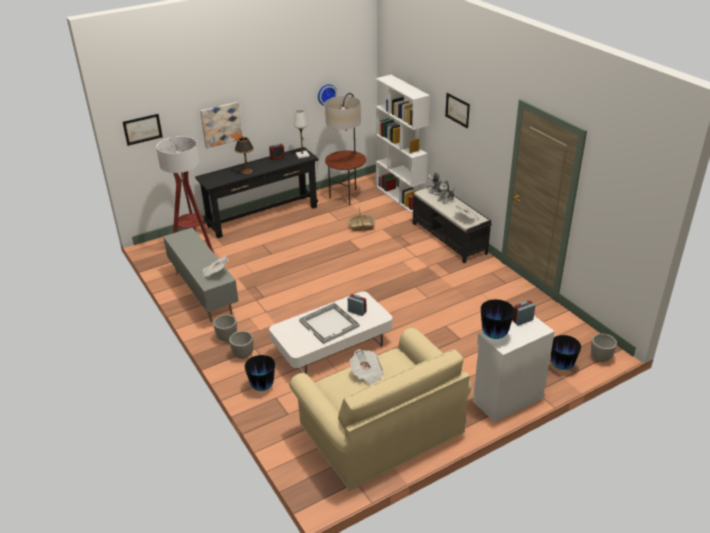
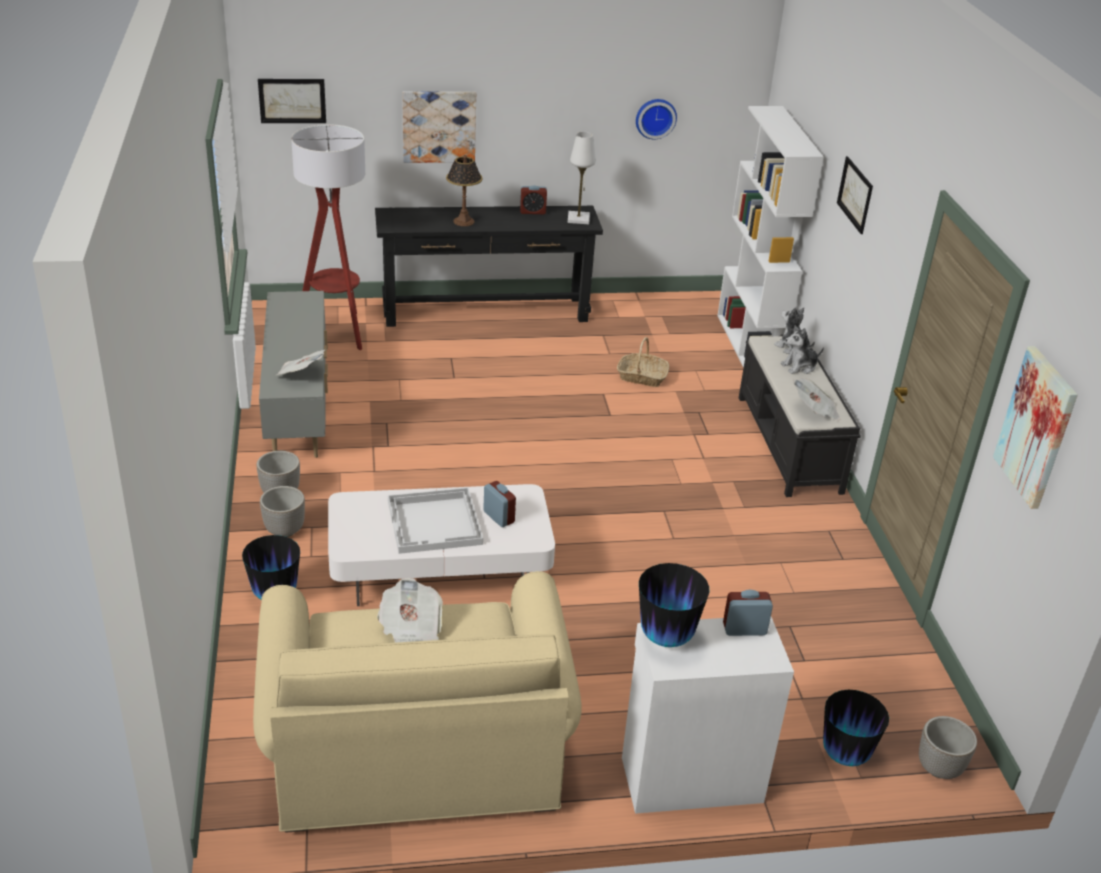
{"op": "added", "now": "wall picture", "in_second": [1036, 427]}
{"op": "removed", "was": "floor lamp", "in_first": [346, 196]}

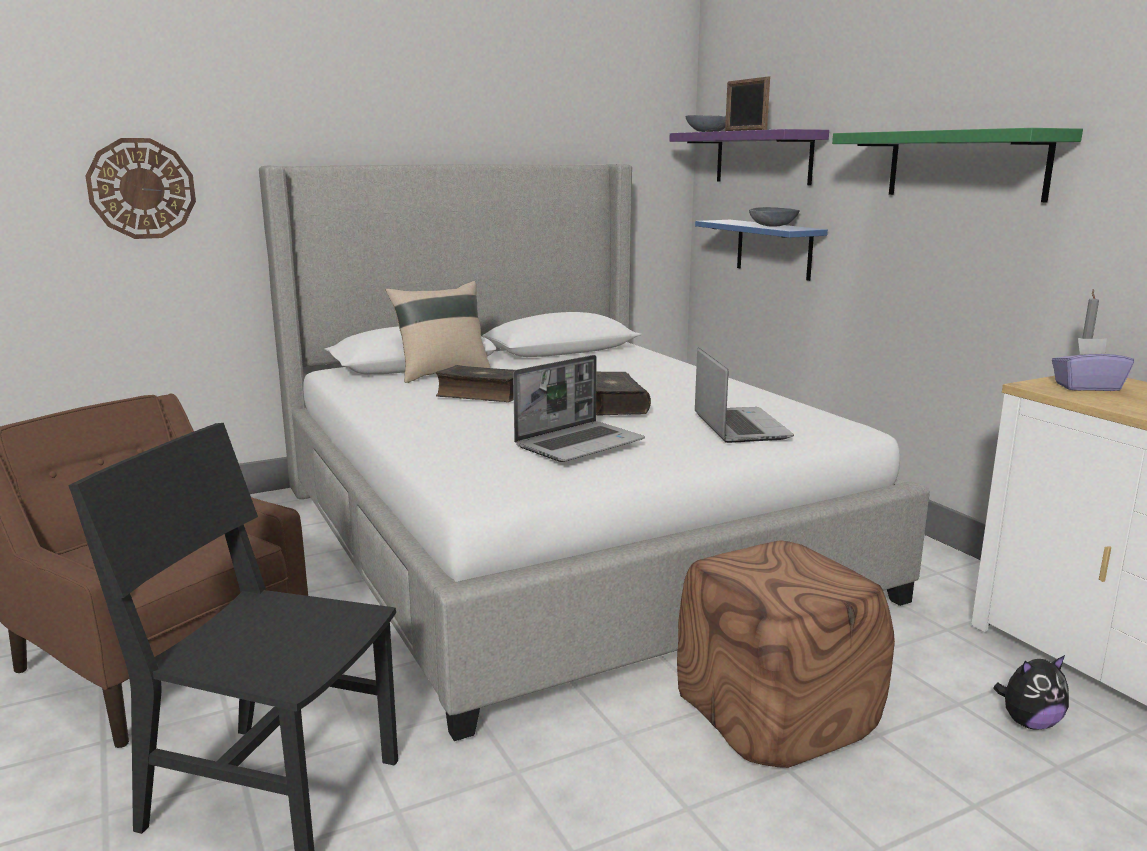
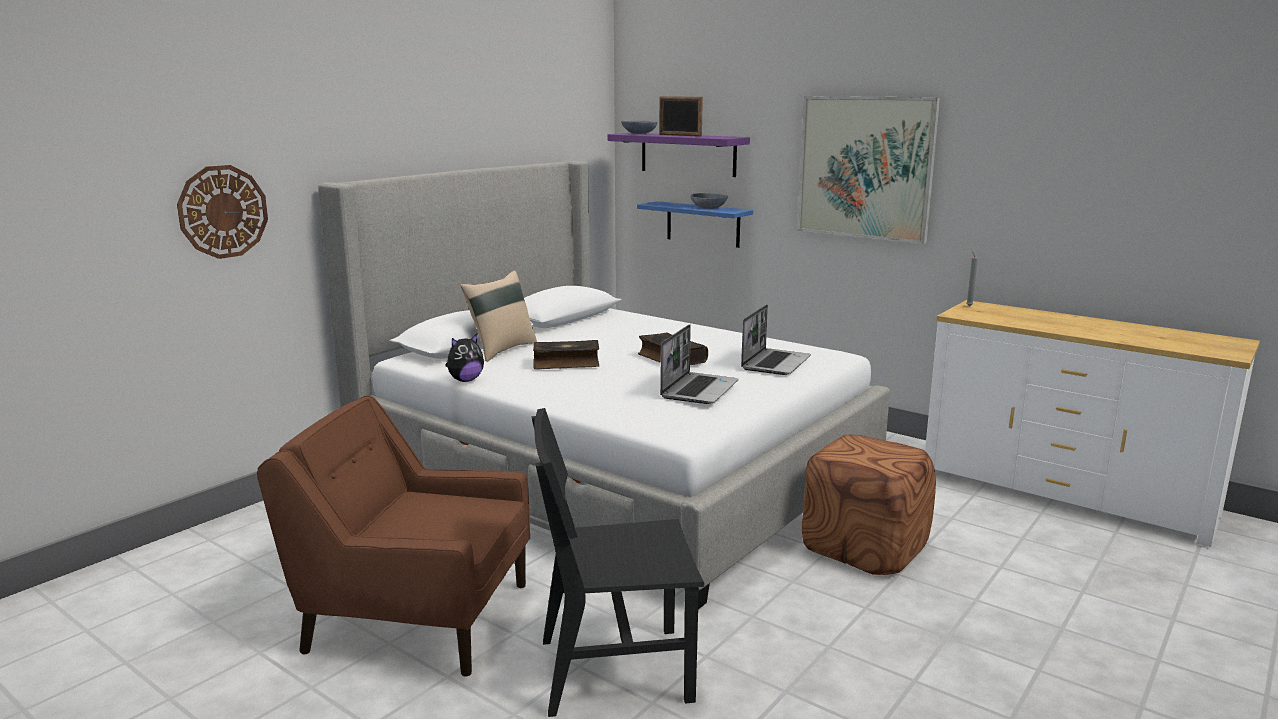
{"op": "moved", "was": "soft toy", "in_first": [1029, 722], "in_second": [465, 380]}
{"op": "turned", "was": "notebook computer", "in_first": [739, 426], "in_second": [775, 363], "clockwise": 60}
{"op": "replaced", "was": "bracket shelf (green)", "now": "wall picture", "in_first": [965, 165], "in_second": [865, 168]}
{"op": "removed", "was": "box of tissues (purple)", "in_first": [1087, 387]}

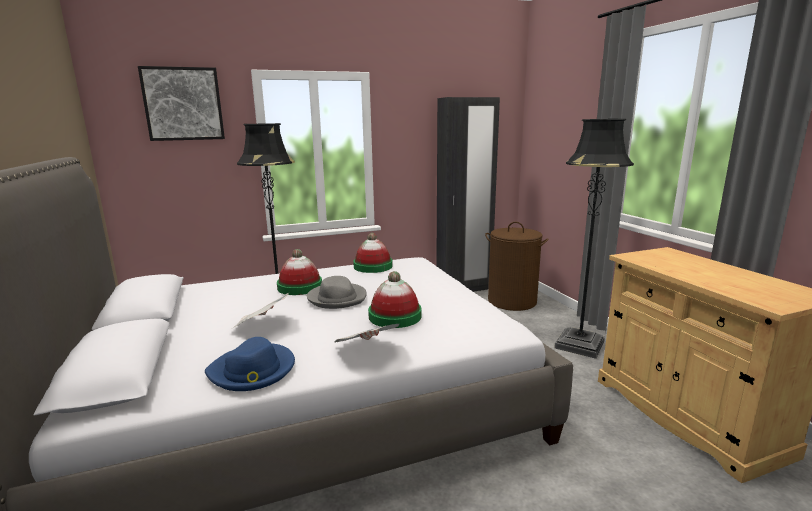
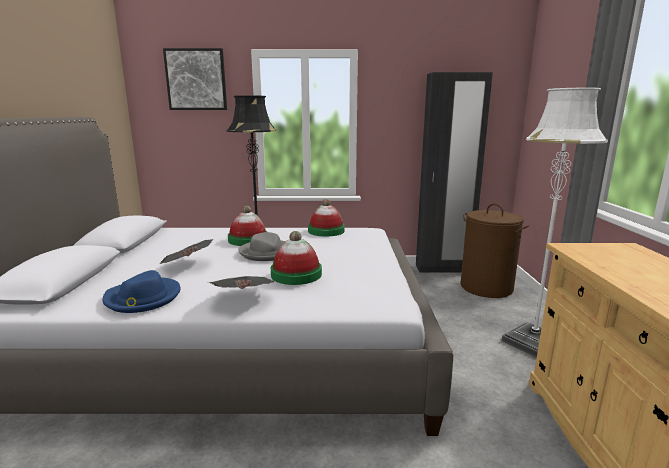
{"op": "recoloured", "was": "floor lamp (blackish)", "now": "floor lamp (whitish)", "in_first": [579, 345], "in_second": [533, 343]}

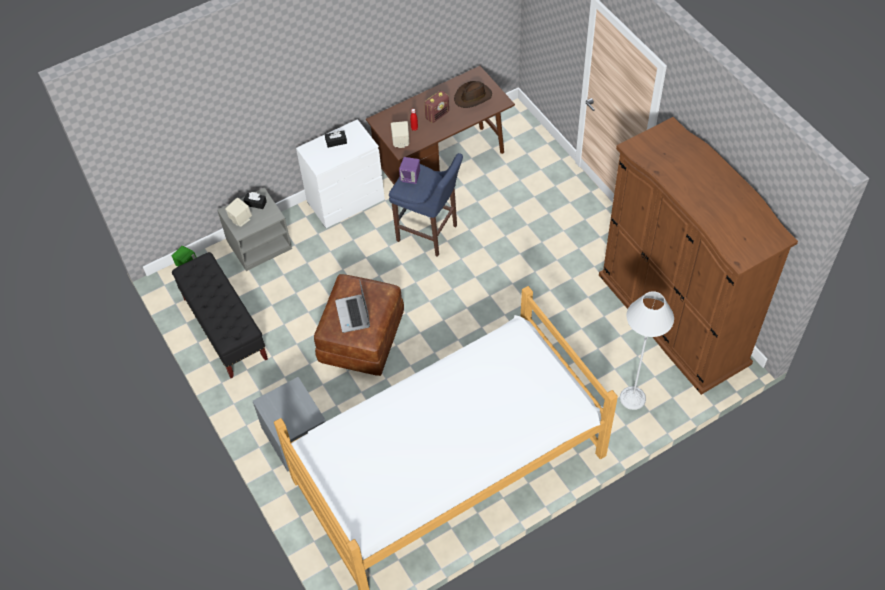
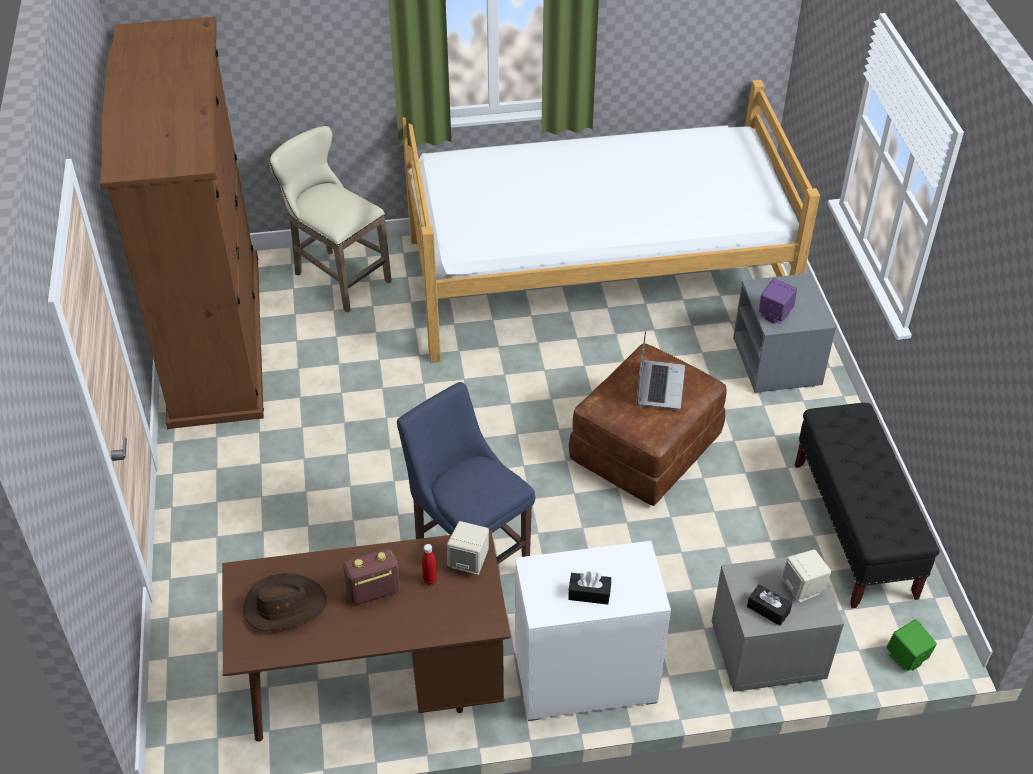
{"op": "replaced", "was": "floor lamp (greyish)", "now": "sitting stool (sand-coloured)", "in_first": [632, 398], "in_second": [337, 276]}
{"op": "moved", "was": "speaker (purple)", "in_first": [410, 178], "in_second": [774, 314]}

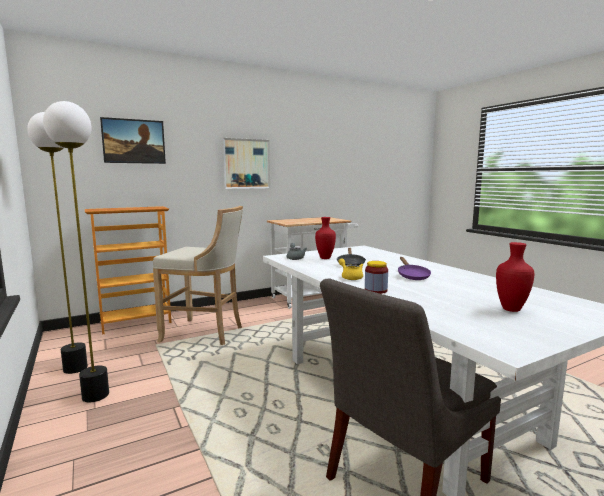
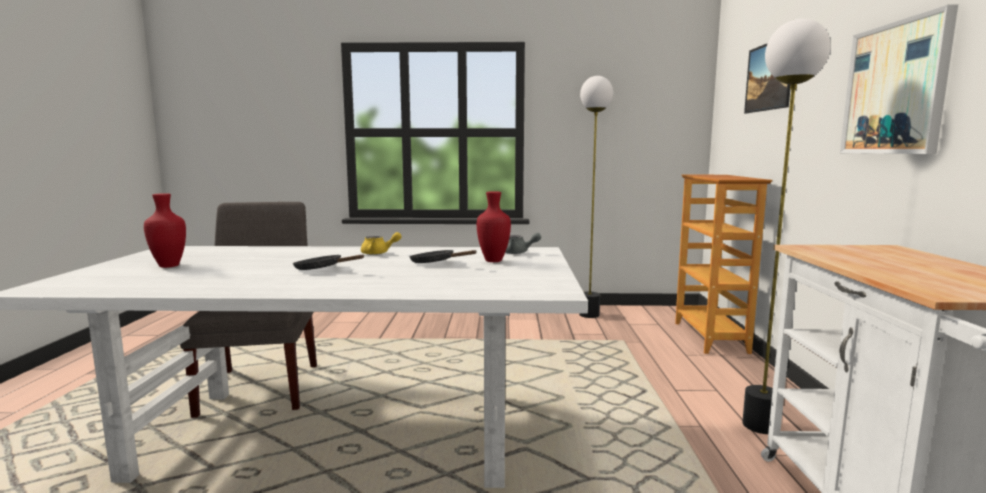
{"op": "recoloured", "was": "skillet (purple)", "now": "skillet (blackish)", "in_first": [412, 276], "in_second": [322, 269]}
{"op": "moved", "was": "floor lamp", "in_first": [95, 395], "in_second": [760, 425]}
{"op": "removed", "was": "sitting stool (sand-coloured)", "in_first": [205, 333]}
{"op": "removed", "was": "storage jar", "in_first": [375, 290]}

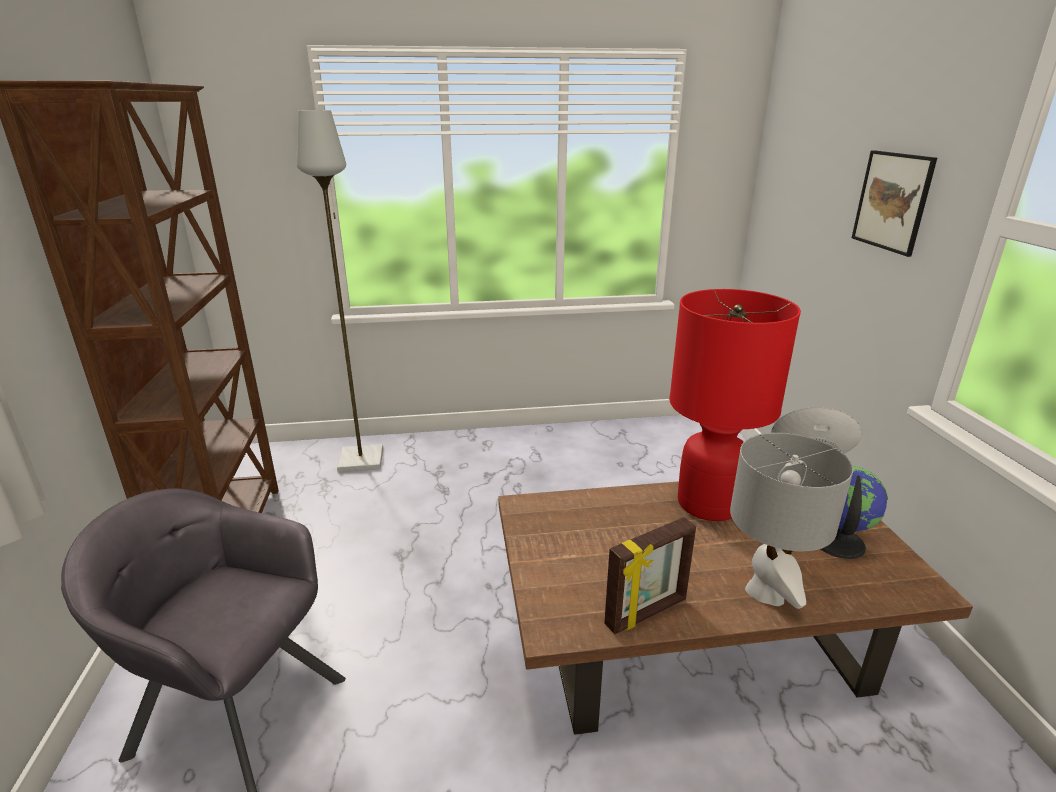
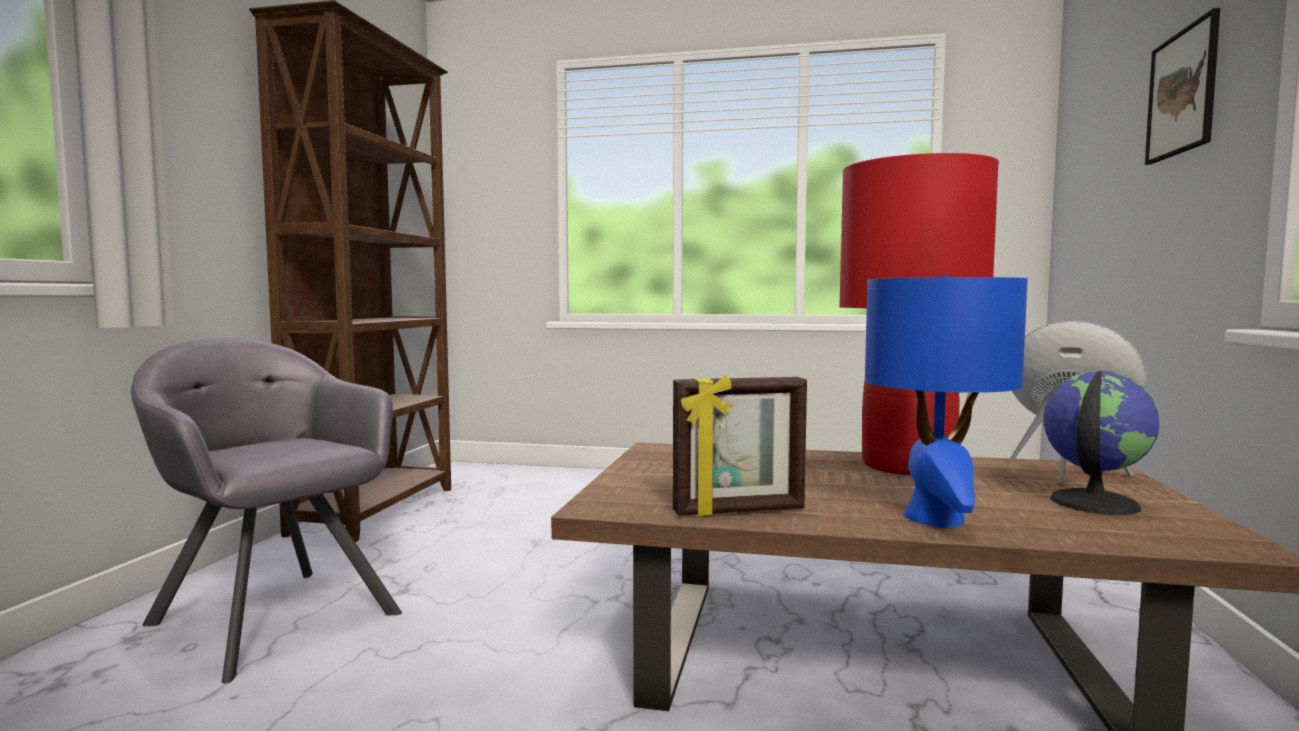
{"op": "recoloured", "was": "tabletop lamp (greyish)", "now": "tabletop lamp (blue-coloured)", "in_first": [766, 592], "in_second": [935, 518]}
{"op": "removed", "was": "floor lamp (greyish)", "in_first": [362, 459]}

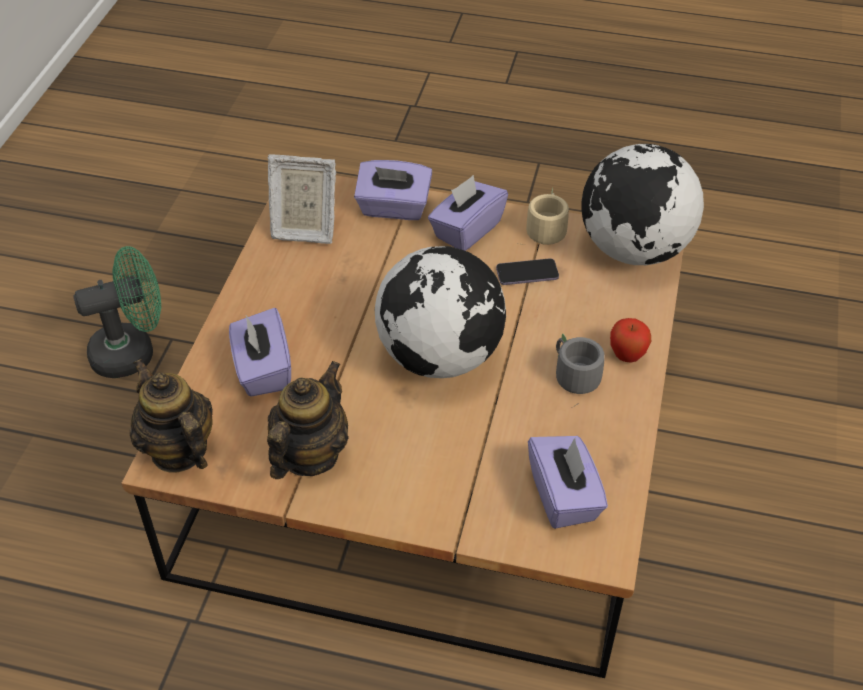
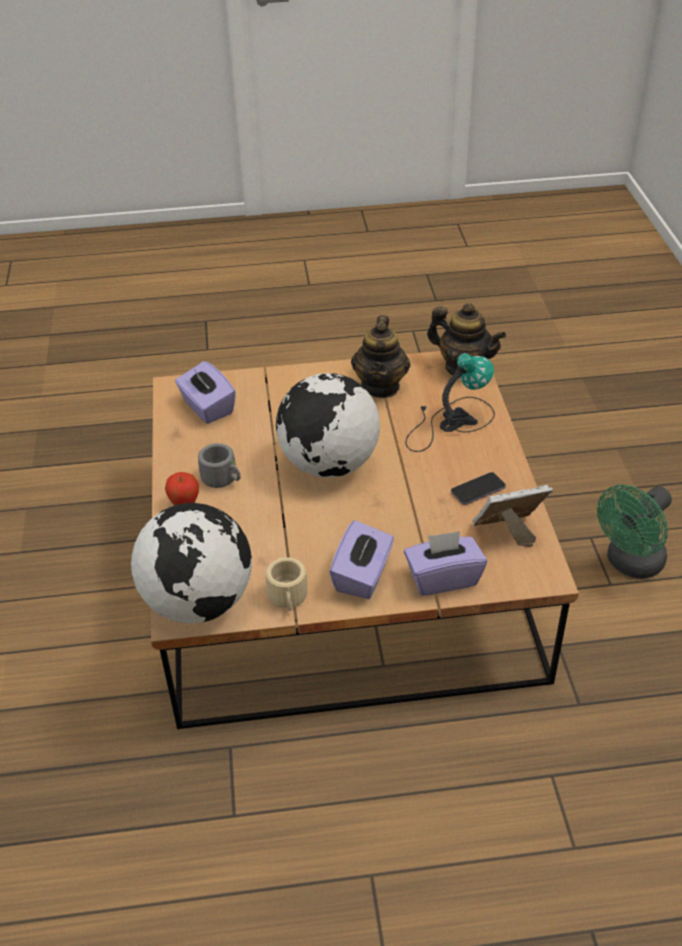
{"op": "replaced", "was": "box of tissues (purple)", "now": "tabletop lamp", "in_first": [262, 370], "in_second": [449, 422]}
{"op": "moved", "was": "telephone", "in_first": [527, 273], "in_second": [478, 490]}

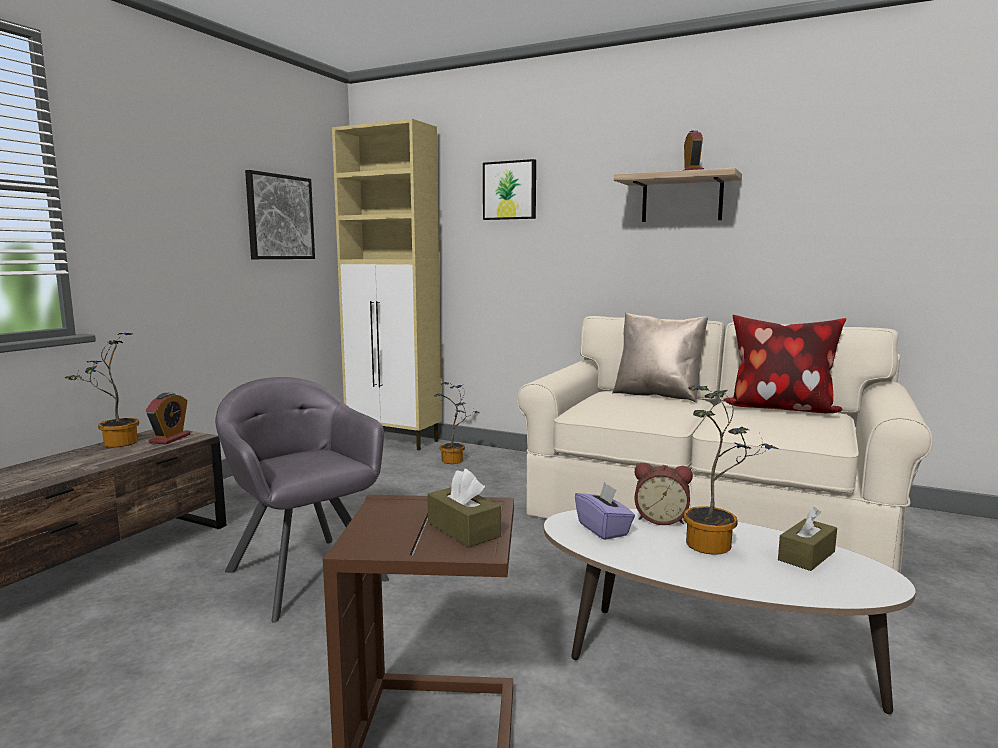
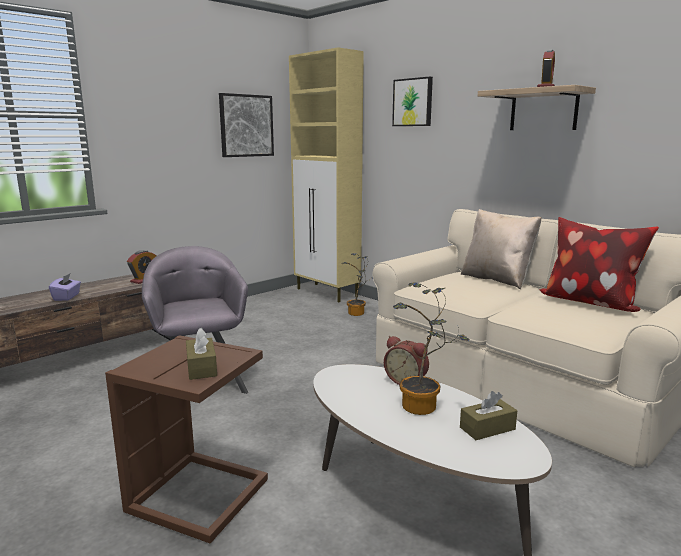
{"op": "moved", "was": "box of tissues (purple)", "in_first": [603, 529], "in_second": [67, 297]}
{"op": "removed", "was": "plant in a pot", "in_first": [115, 444]}

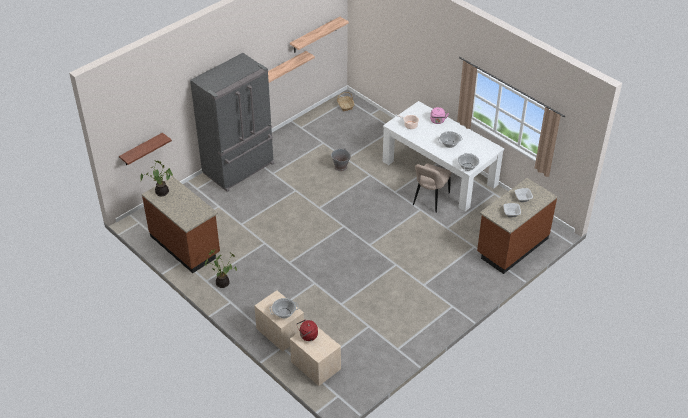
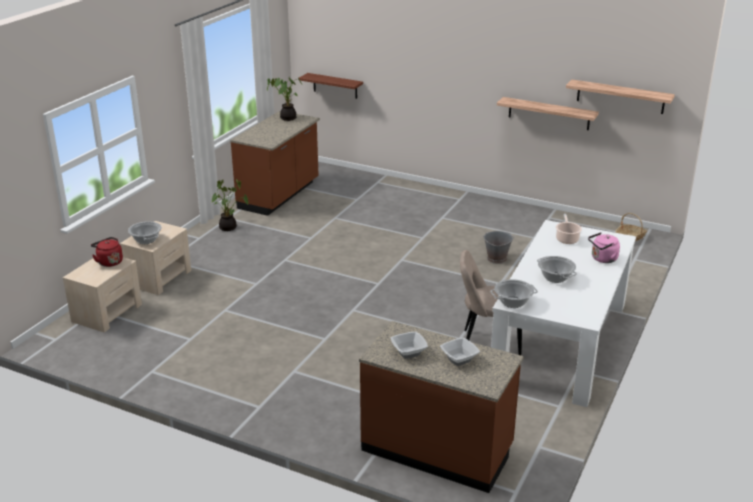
{"op": "removed", "was": "kitchen fridge (greyish)", "in_first": [239, 169]}

